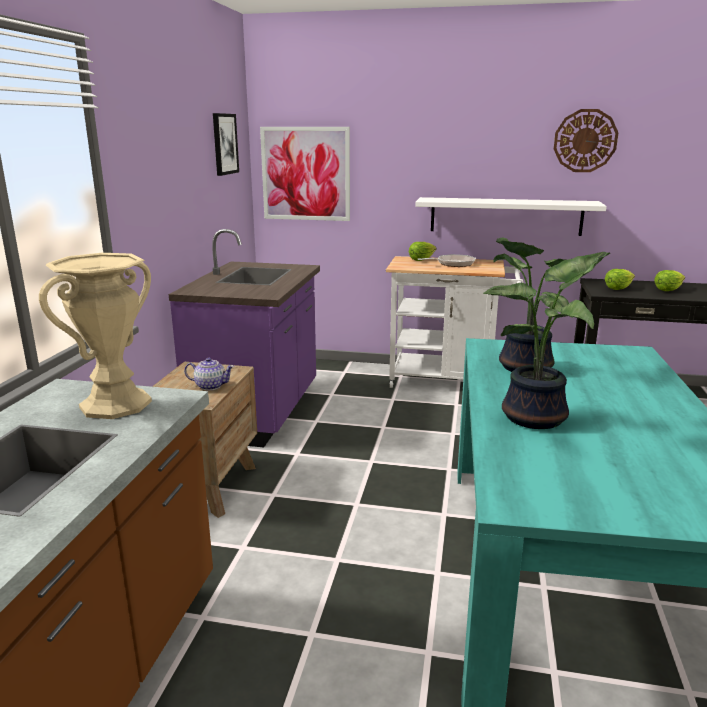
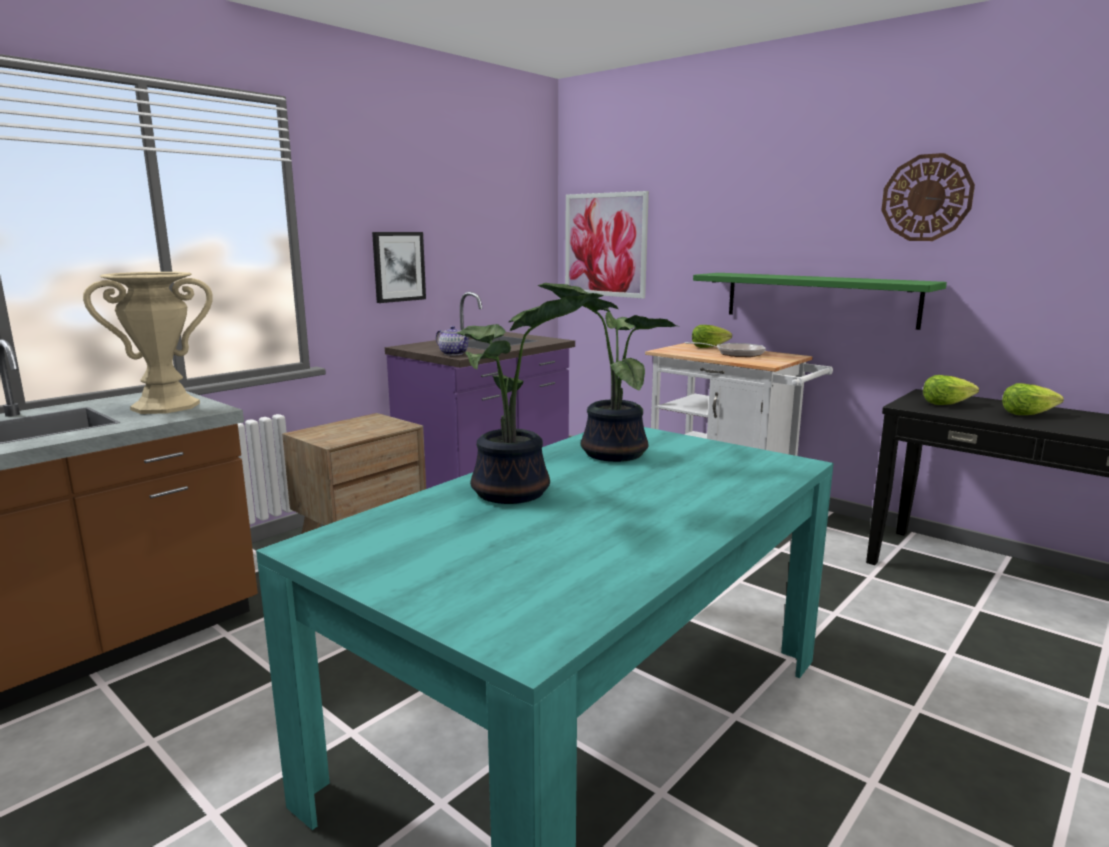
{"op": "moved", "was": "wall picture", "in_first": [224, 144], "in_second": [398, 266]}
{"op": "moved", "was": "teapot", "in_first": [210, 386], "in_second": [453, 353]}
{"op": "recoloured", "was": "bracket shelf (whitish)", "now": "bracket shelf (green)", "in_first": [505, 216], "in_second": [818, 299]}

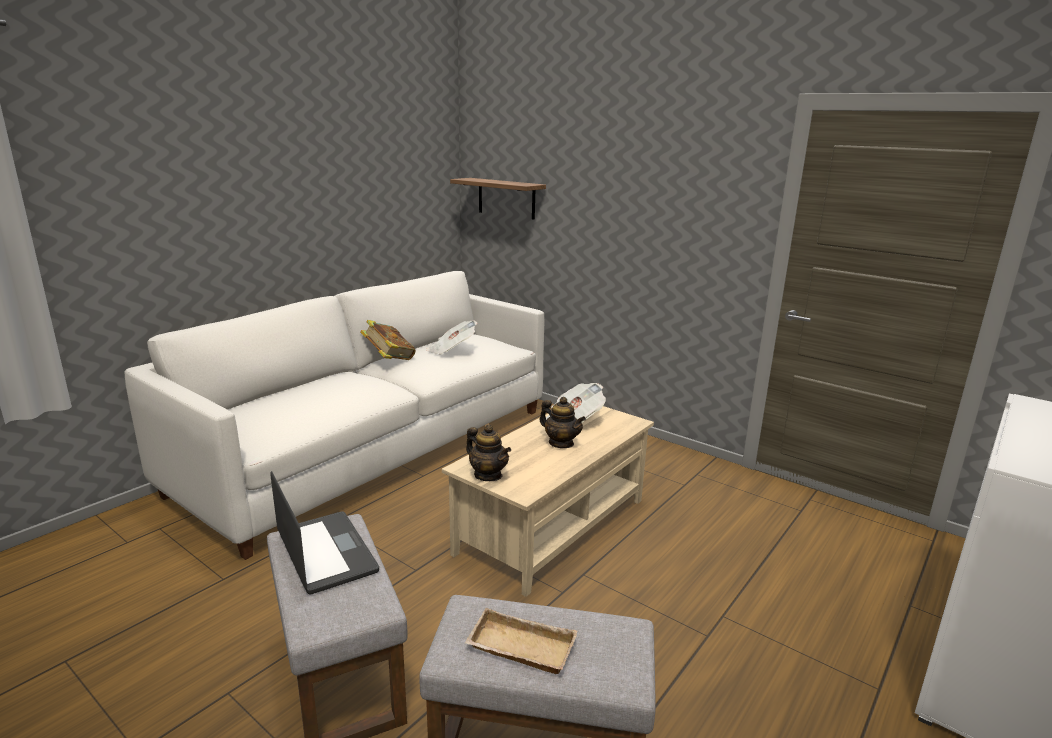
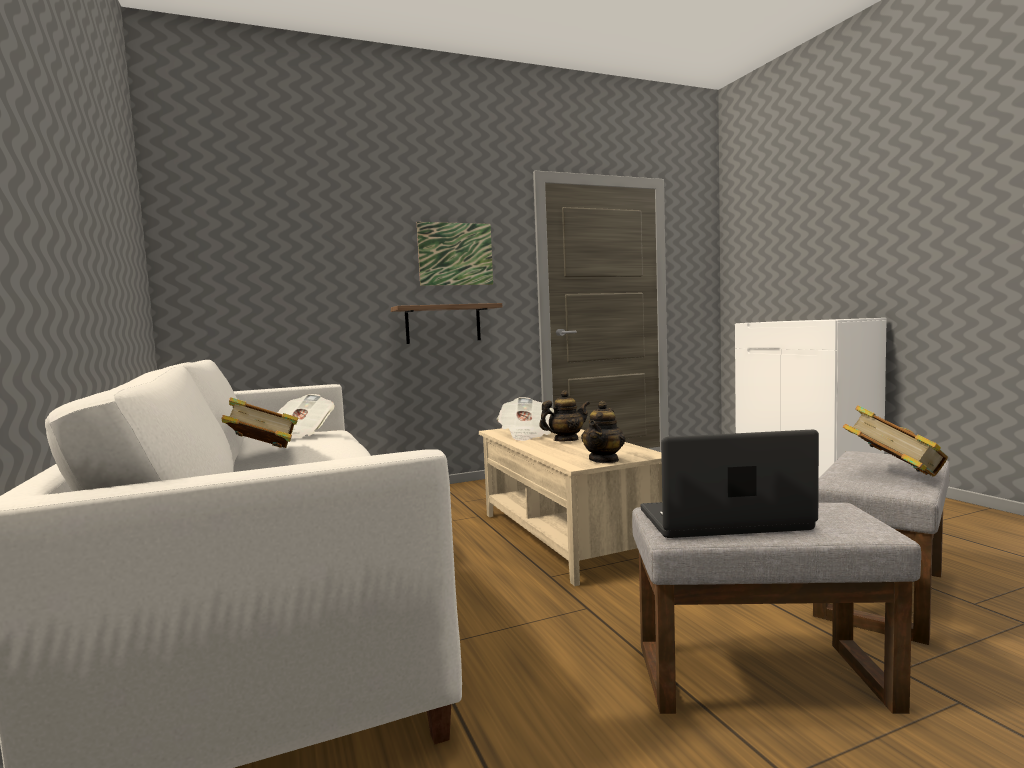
{"op": "moved", "was": "bracket shelf", "in_first": [506, 198], "in_second": [443, 324]}
{"op": "added", "now": "wall picture", "in_second": [455, 254]}
{"op": "turned", "was": "teapot", "in_first": [488, 475], "in_second": [604, 460], "clockwise": 135}
{"op": "replaced", "was": "tray (sand-coloured)", "now": "volume", "in_first": [519, 649], "in_second": [894, 475]}

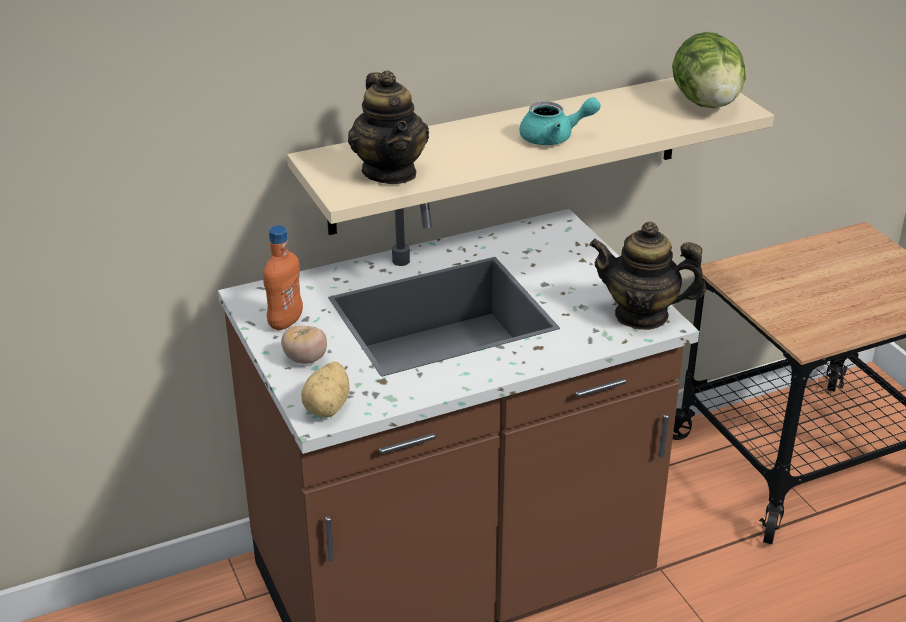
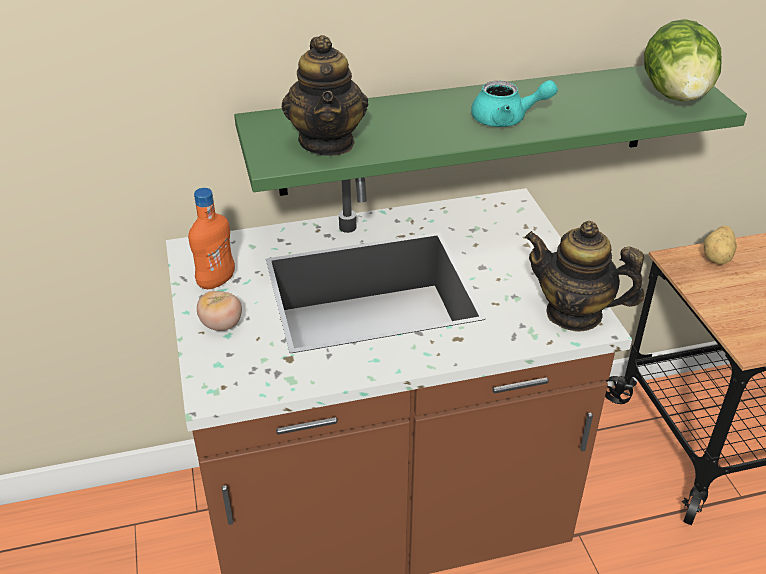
{"op": "recoloured", "was": "bracket shelf (sand-coloured)", "now": "bracket shelf (green)", "in_first": [508, 152], "in_second": [467, 128]}
{"op": "moved", "was": "potato", "in_first": [329, 407], "in_second": [718, 257]}

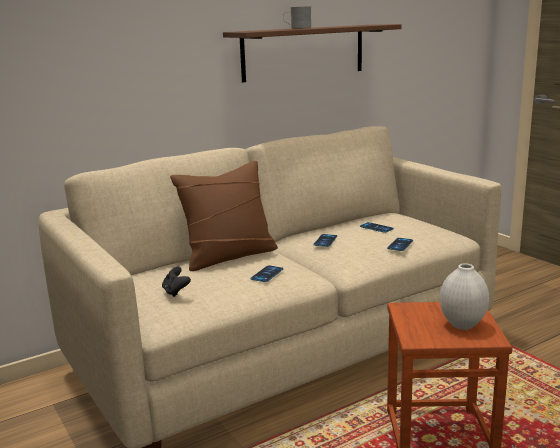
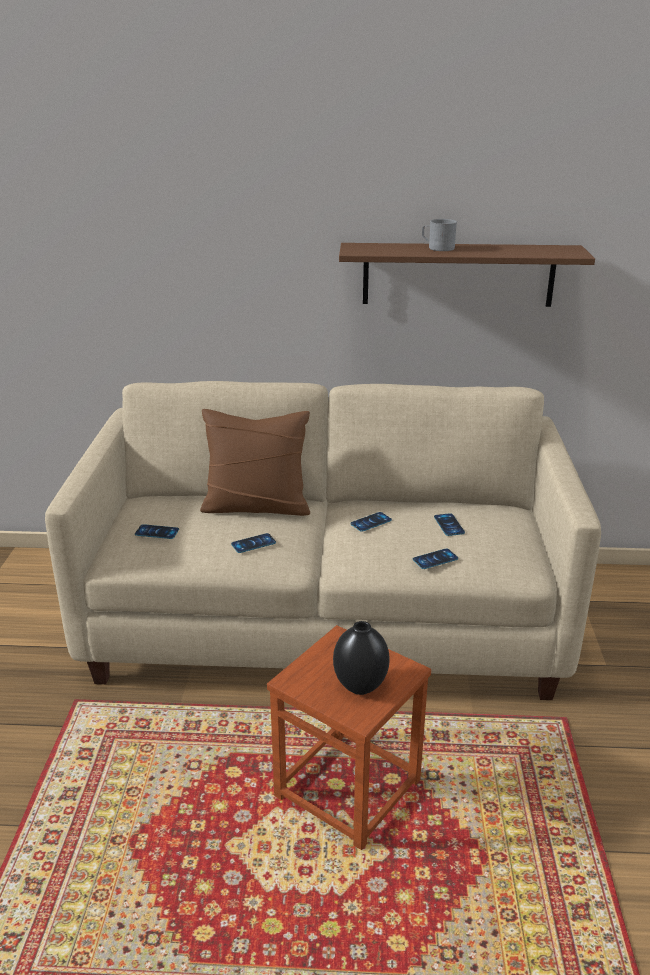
{"op": "replaced", "was": "joypad (blackish)", "now": "telephone", "in_first": [176, 292], "in_second": [157, 532]}
{"op": "recoloured", "was": "decorative vase (whitish)", "now": "decorative vase (blackish)", "in_first": [462, 325], "in_second": [359, 687]}

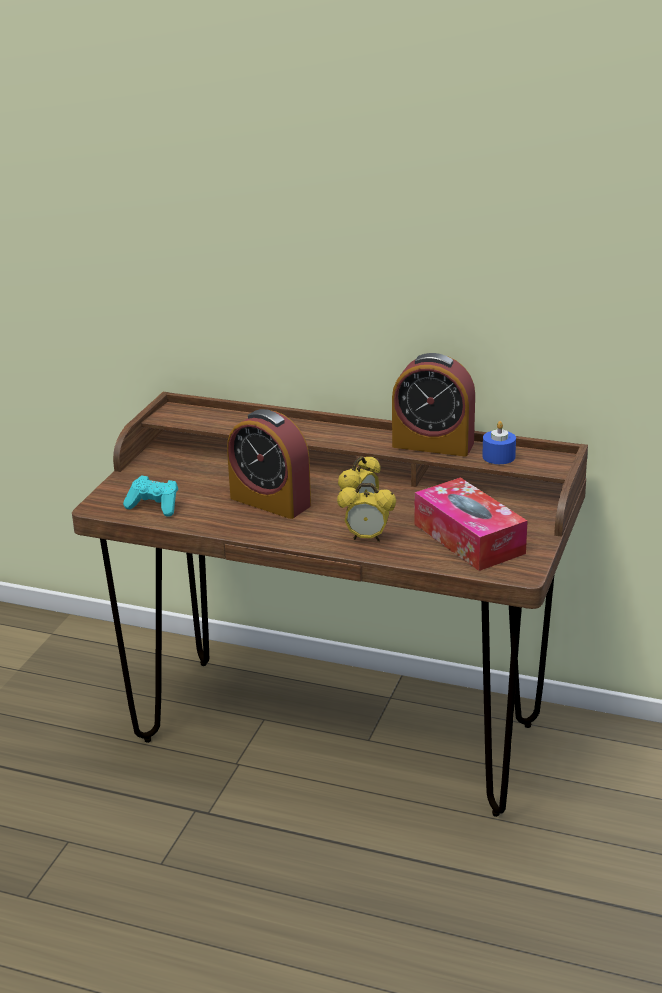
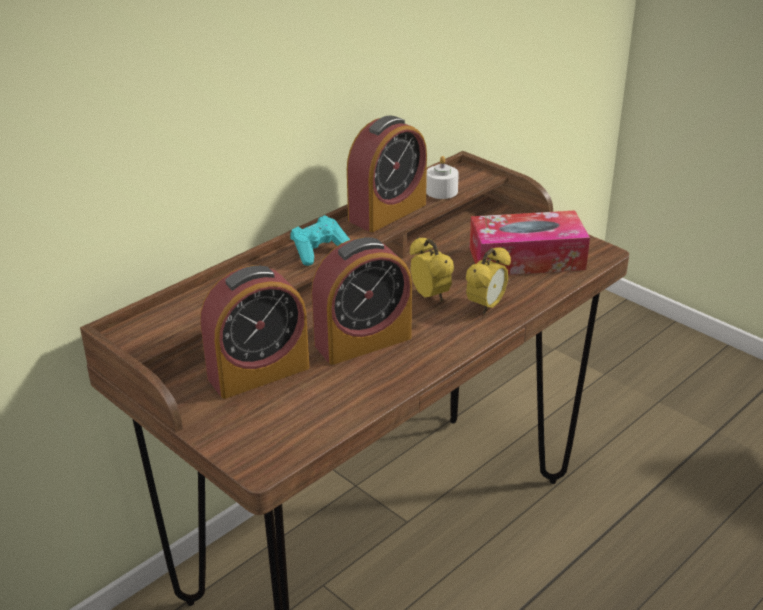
{"op": "added", "now": "alarm clock", "in_second": [258, 372]}
{"op": "moved", "was": "joypad (turquoise-coloured)", "in_first": [154, 506], "in_second": [319, 251]}
{"op": "recoloured", "was": "wax light (blue-coloured)", "now": "wax light (whitish)", "in_first": [498, 456], "in_second": [441, 191]}

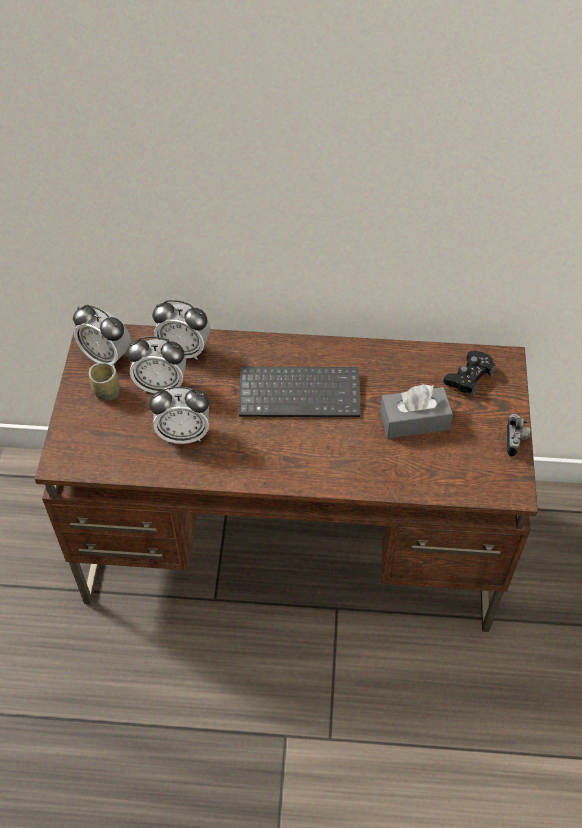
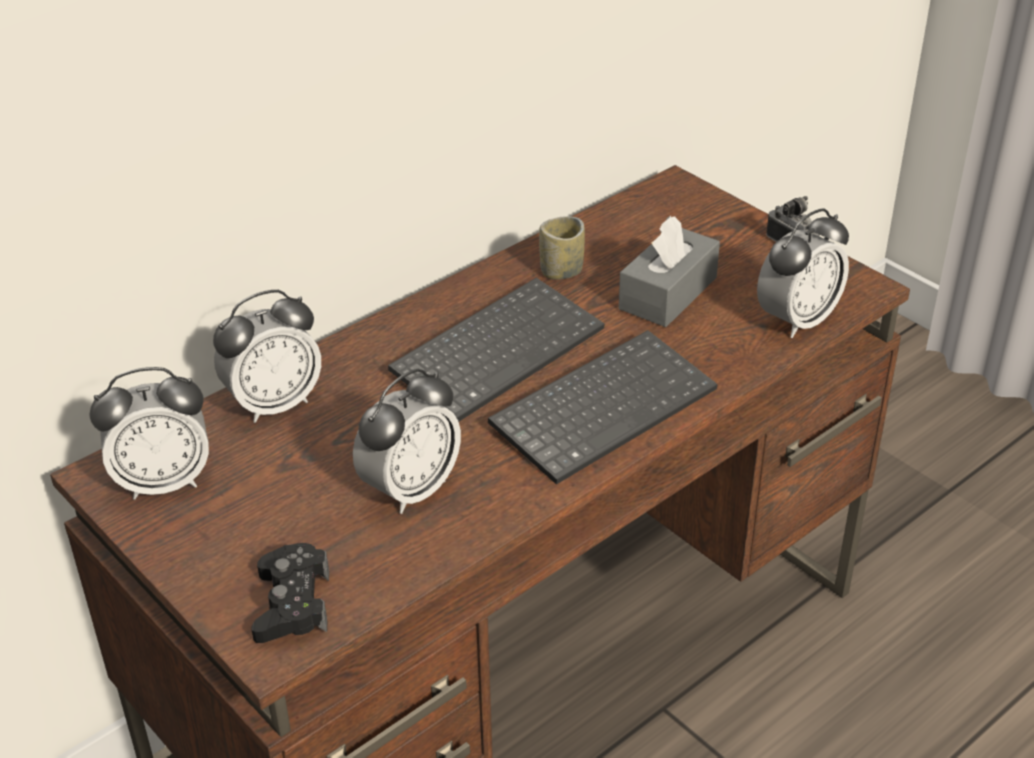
{"op": "moved", "was": "joypad (blackish)", "in_first": [469, 377], "in_second": [292, 604]}
{"op": "added", "now": "computer keyboard", "in_second": [603, 406]}
{"op": "moved", "was": "drinking cup", "in_first": [107, 392], "in_second": [561, 271]}
{"op": "moved", "was": "alarm clock", "in_first": [161, 385], "in_second": [797, 320]}

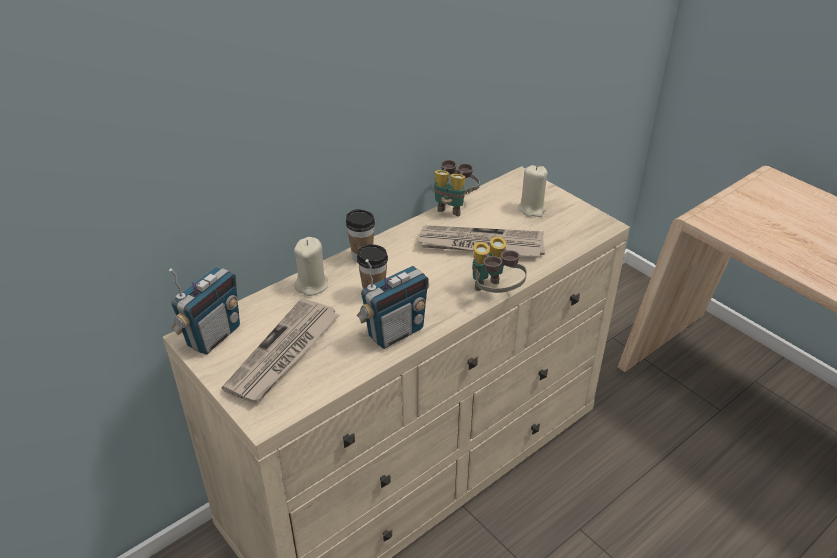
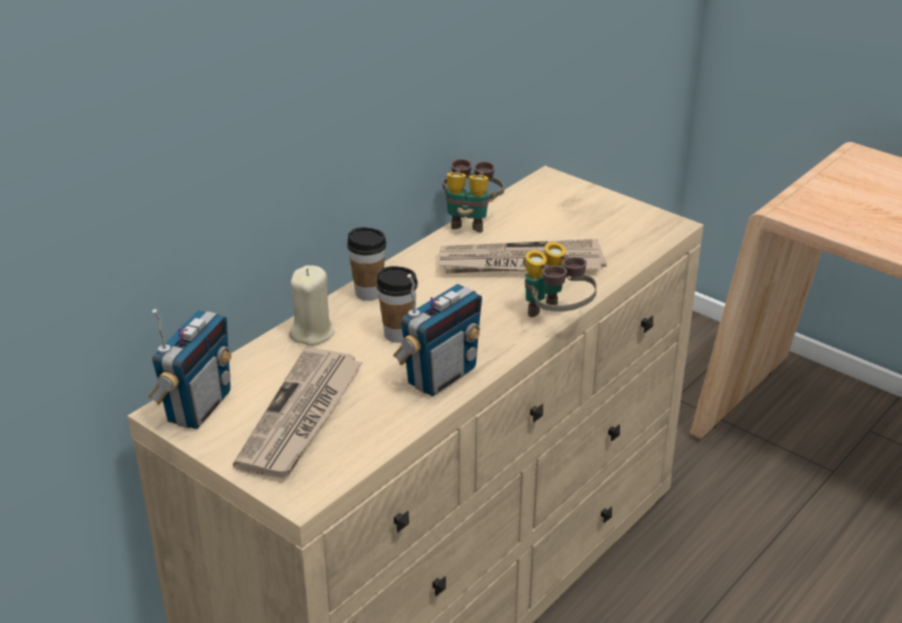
{"op": "removed", "was": "wax light (sand-coloured)", "in_first": [532, 209]}

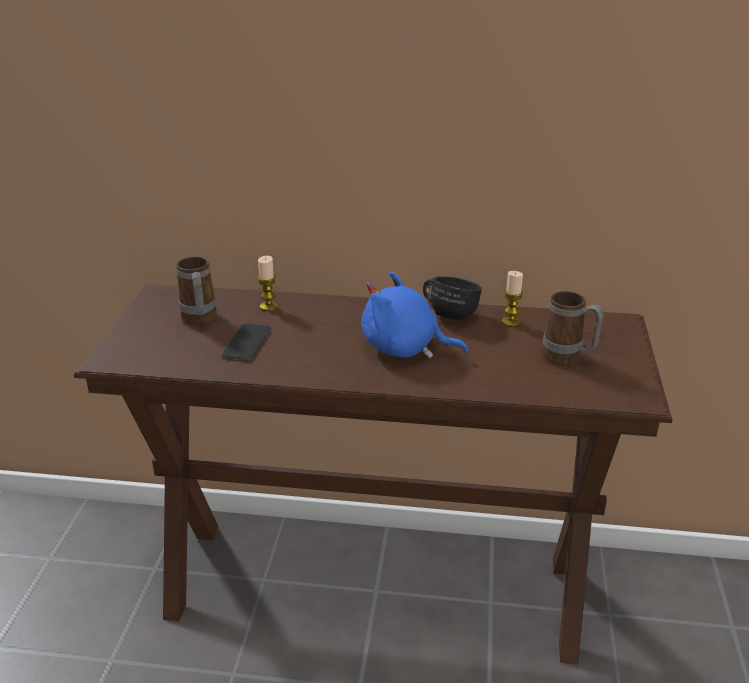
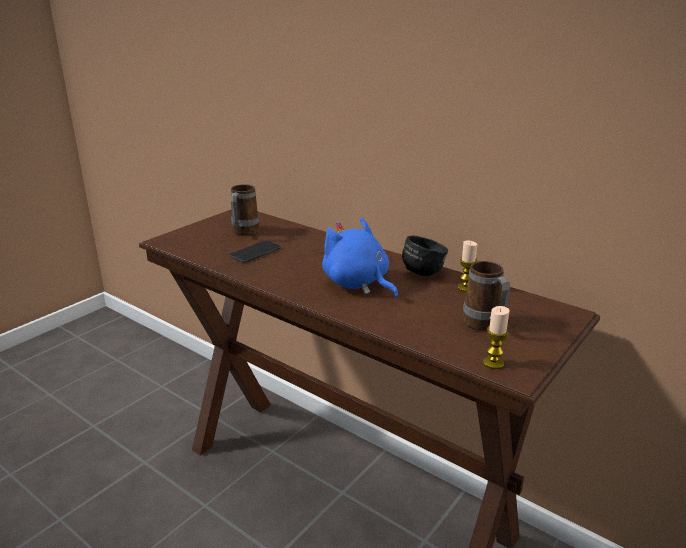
{"op": "moved", "was": "wax light", "in_first": [268, 306], "in_second": [493, 363]}

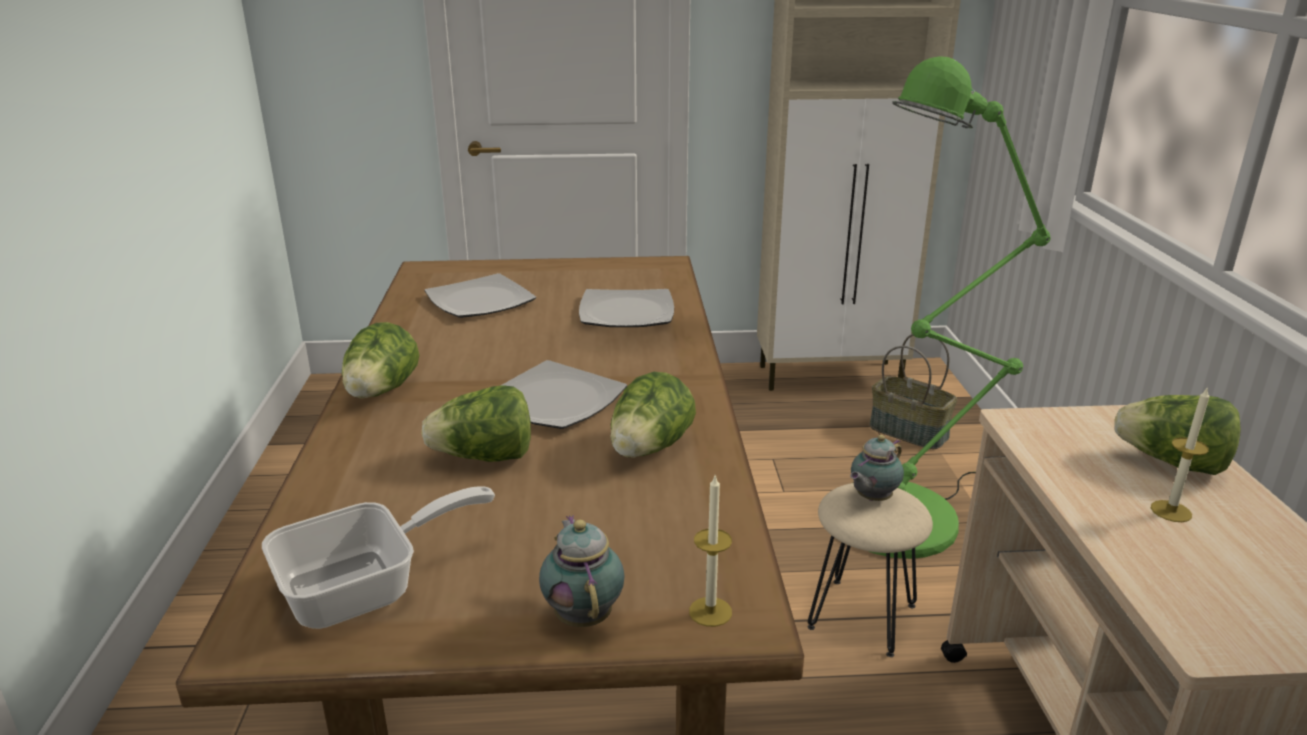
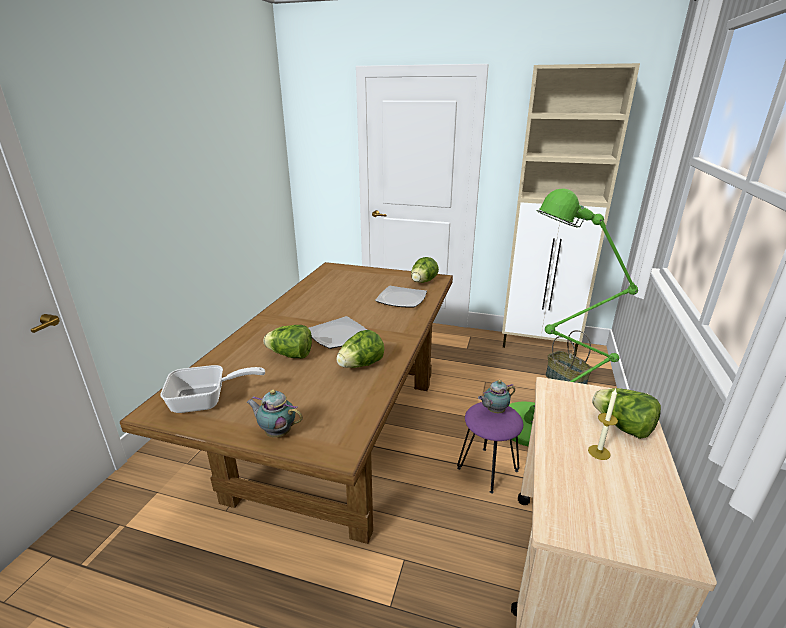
{"op": "turned", "was": "teapot", "in_first": [583, 615], "in_second": [277, 432], "clockwise": -75}
{"op": "moved", "was": "lettuce head", "in_first": [381, 392], "in_second": [423, 282]}
{"op": "recoloured", "was": "sitting stool (sand-coloured)", "now": "sitting stool (purple)", "in_first": [863, 616], "in_second": [488, 469]}
{"op": "removed", "was": "flat dish", "in_first": [481, 301]}
{"op": "removed", "was": "wax light", "in_first": [710, 612]}

